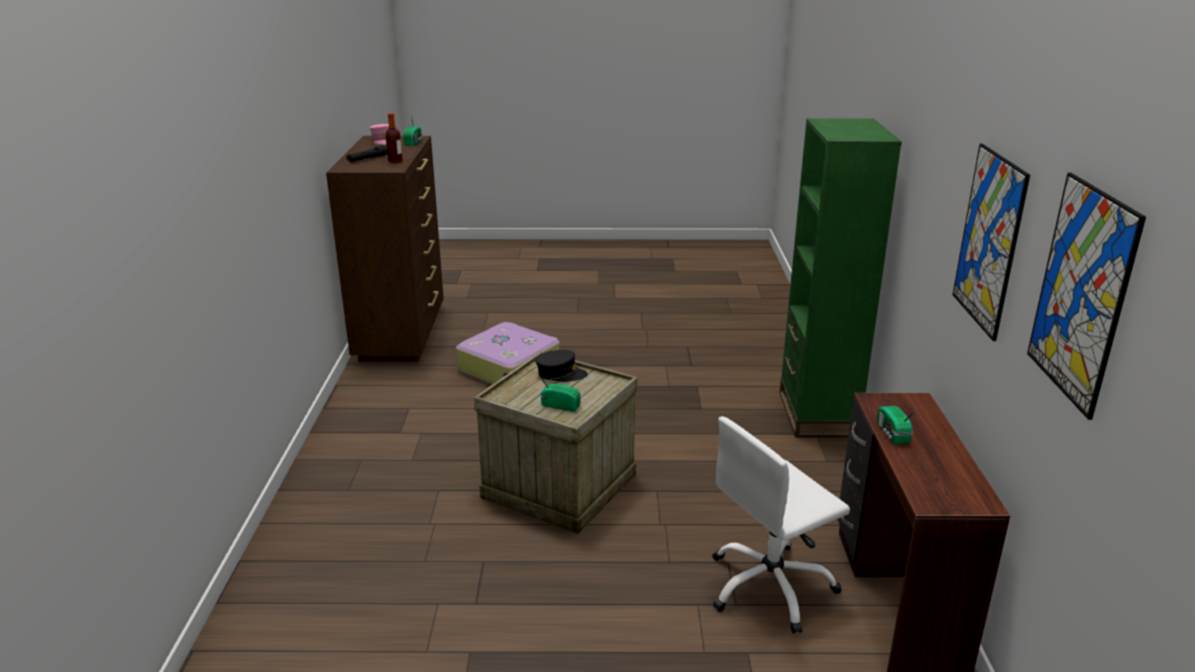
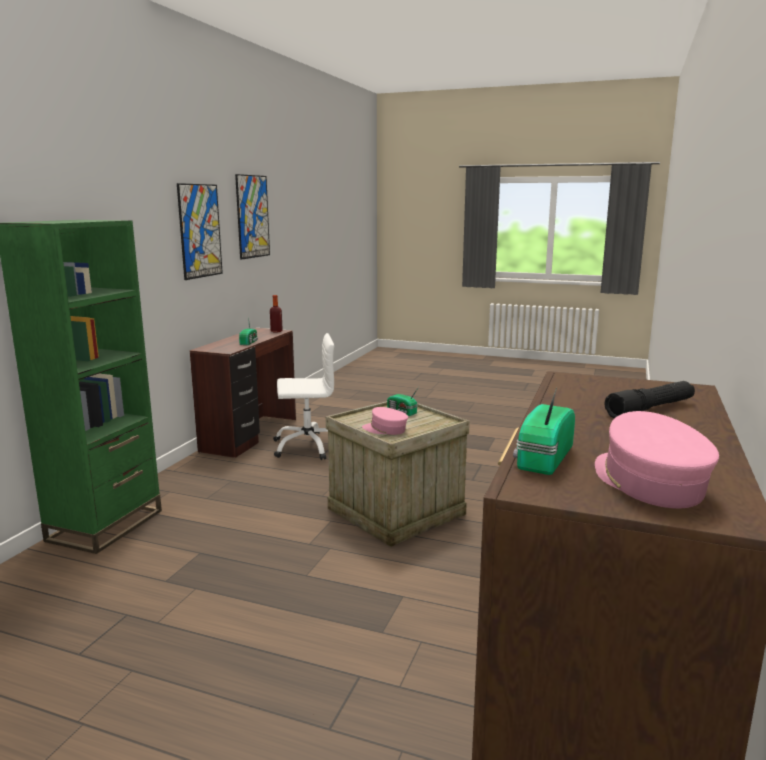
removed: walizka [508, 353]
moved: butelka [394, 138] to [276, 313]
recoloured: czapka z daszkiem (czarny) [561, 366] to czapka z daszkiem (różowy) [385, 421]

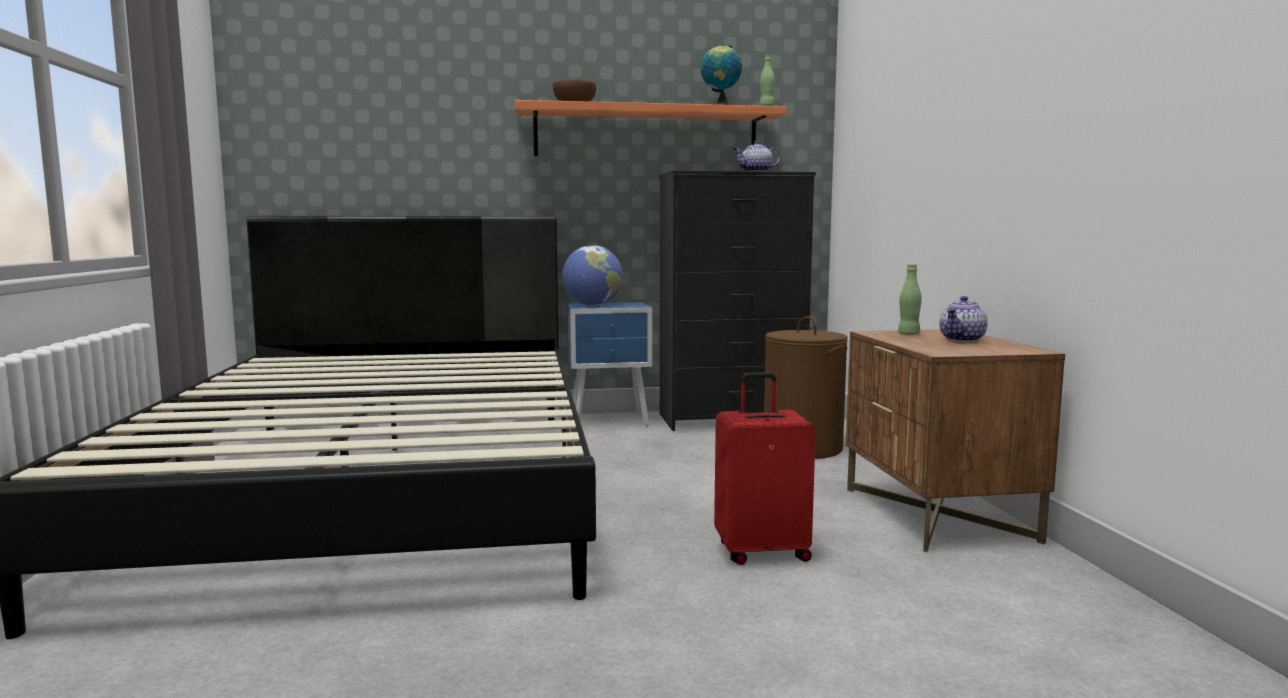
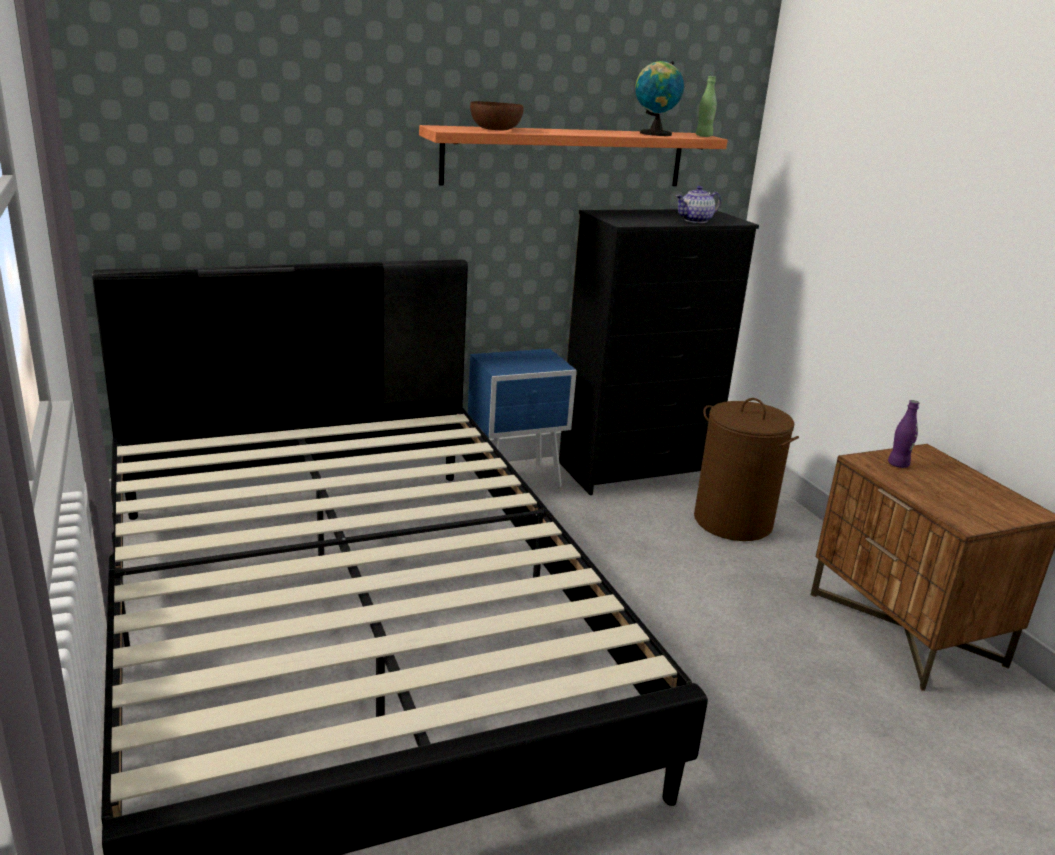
removed: globus [592, 275]; imbryk [963, 319]; walizka (czerwony) [765, 468]
recoloured: butelka (zielony) [910, 299] to butelka (fioletowy) [903, 434]

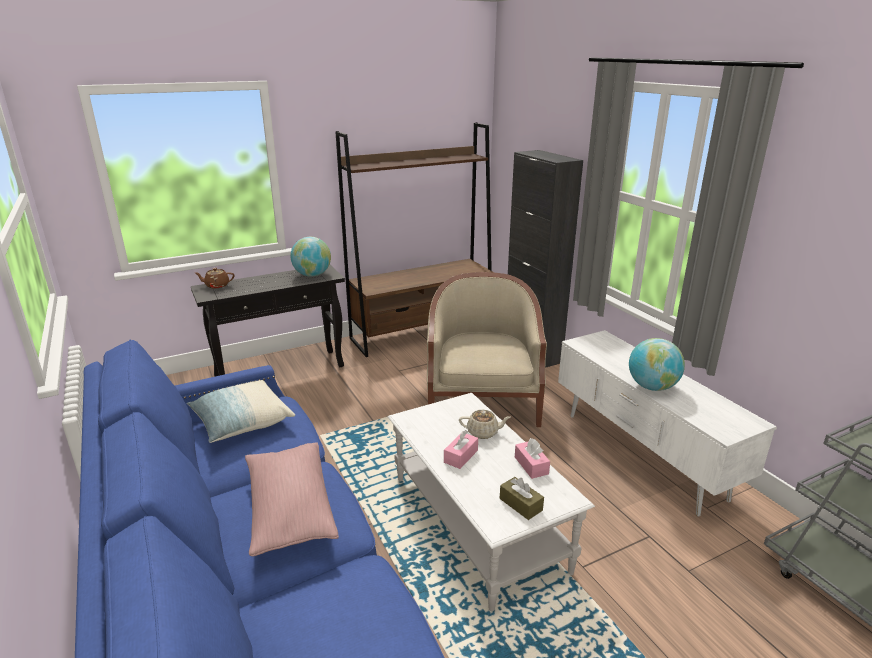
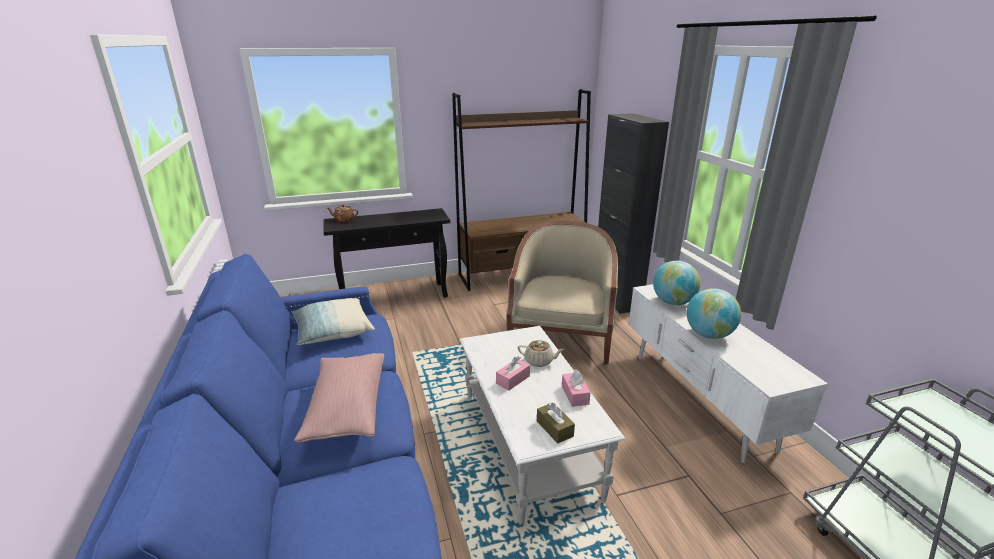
moved: globus [311, 257] to [676, 283]

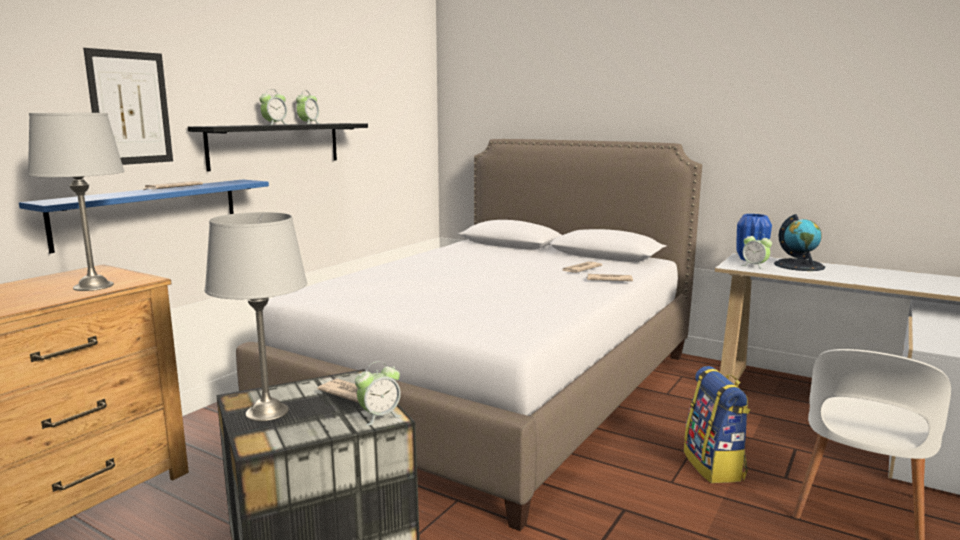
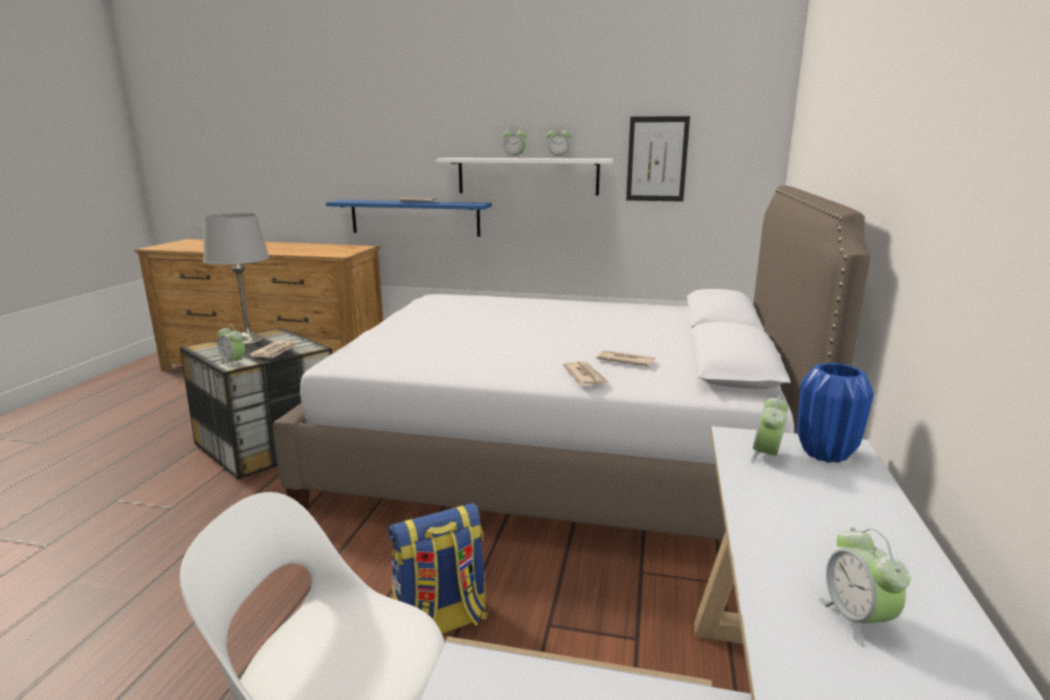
removed: lampa stołowa (szary) [76, 202]; globus [799, 242]
added: budzik [864, 587]
moved: obraz [128, 106] to [658, 159]
recoloured: półka (czarny) [278, 147] to półka (biały) [525, 177]

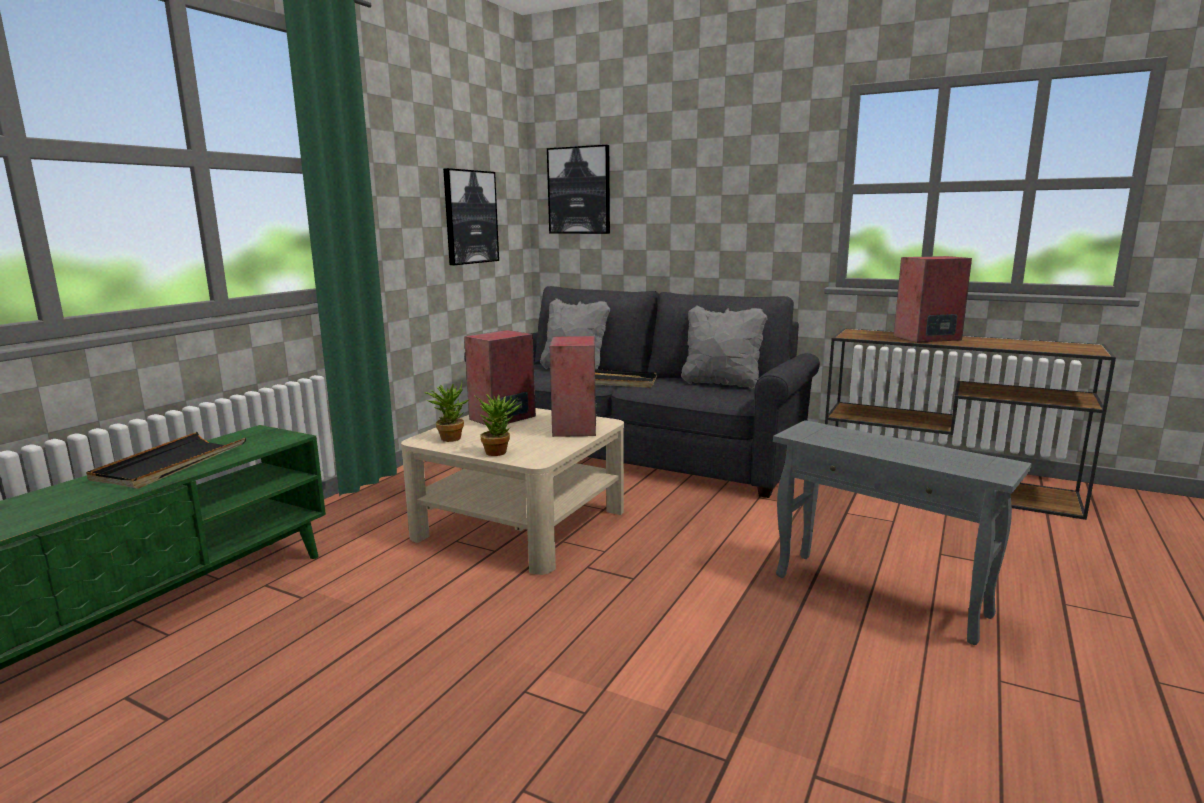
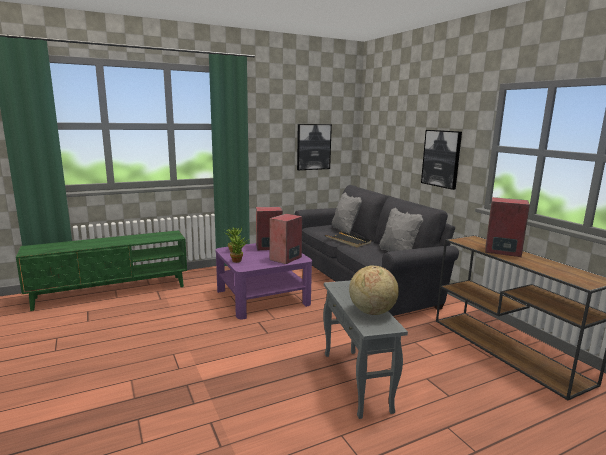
removed: taca (czarny) [166, 460]
added: globus [374, 290]
moved: obraz [578, 189] to [441, 160]
recoloured: ława (beżowy) [512, 491] to ława (fioletowy) [264, 281]

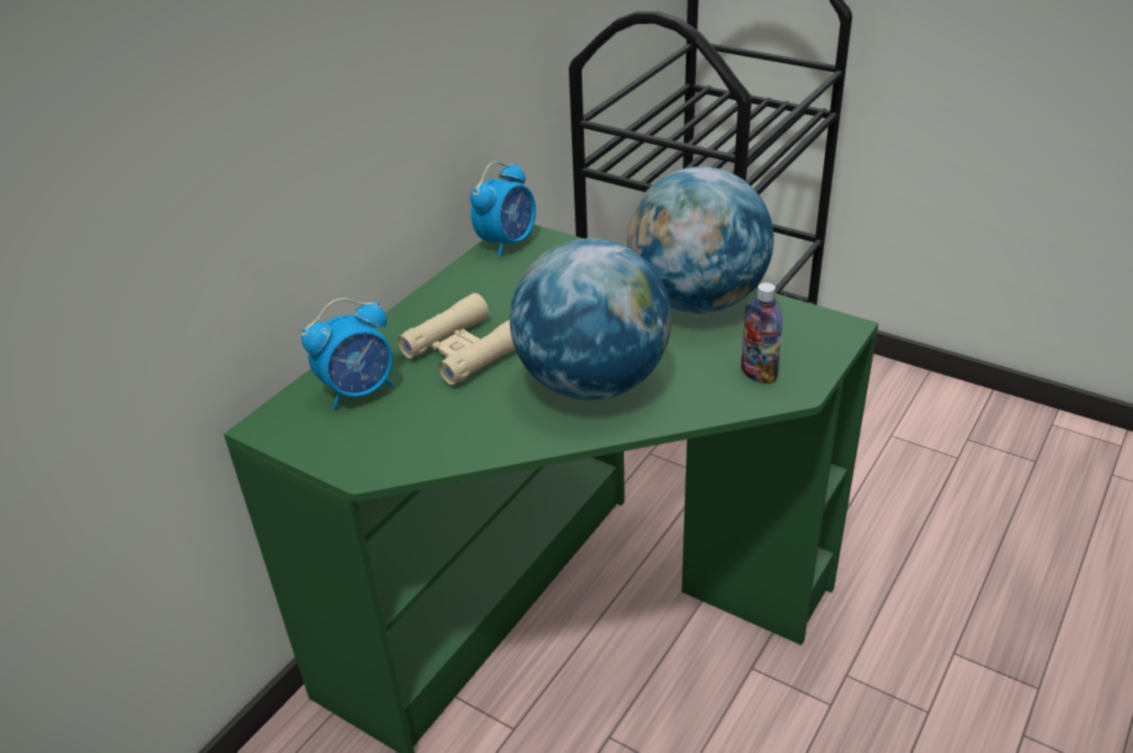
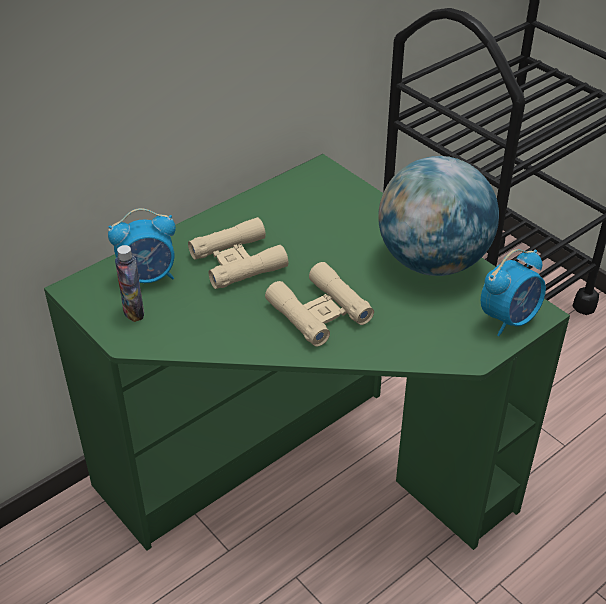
moved: budzik [503, 209] to [513, 292]; butelka [762, 333] to [129, 283]
replaced: globus [591, 319] to lornetka (beżowy) [319, 304]

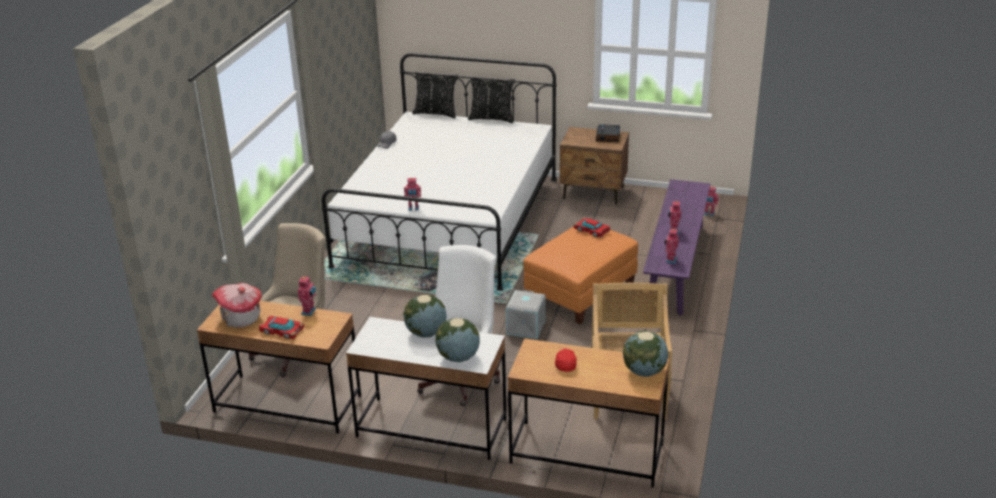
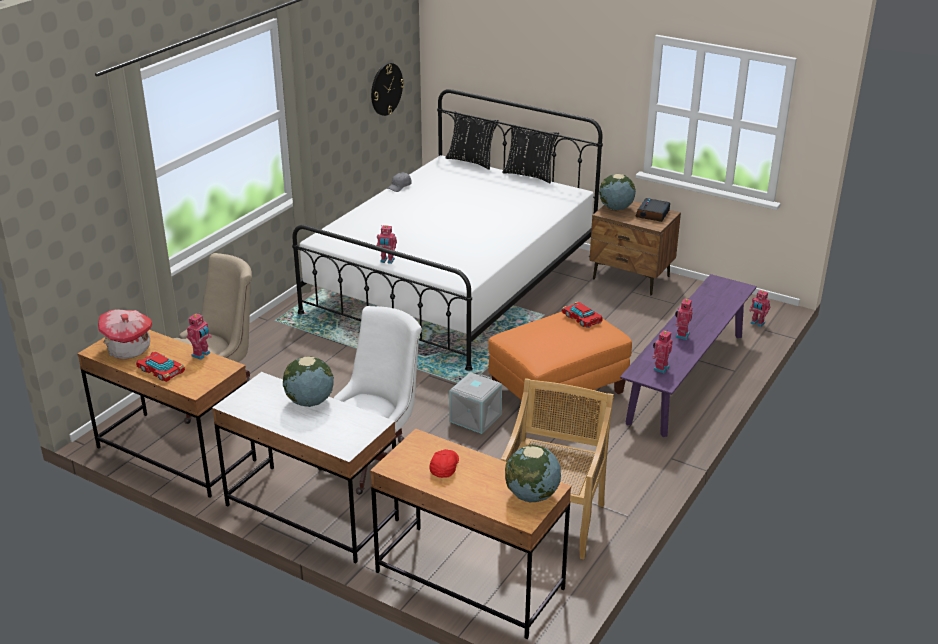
added: zegar ścienny [387, 89]
moved: globus [458, 340] to [617, 192]

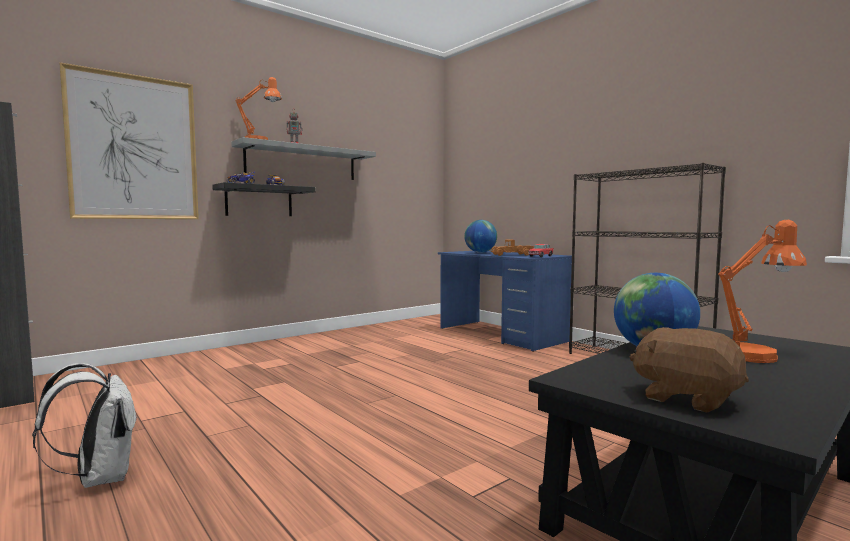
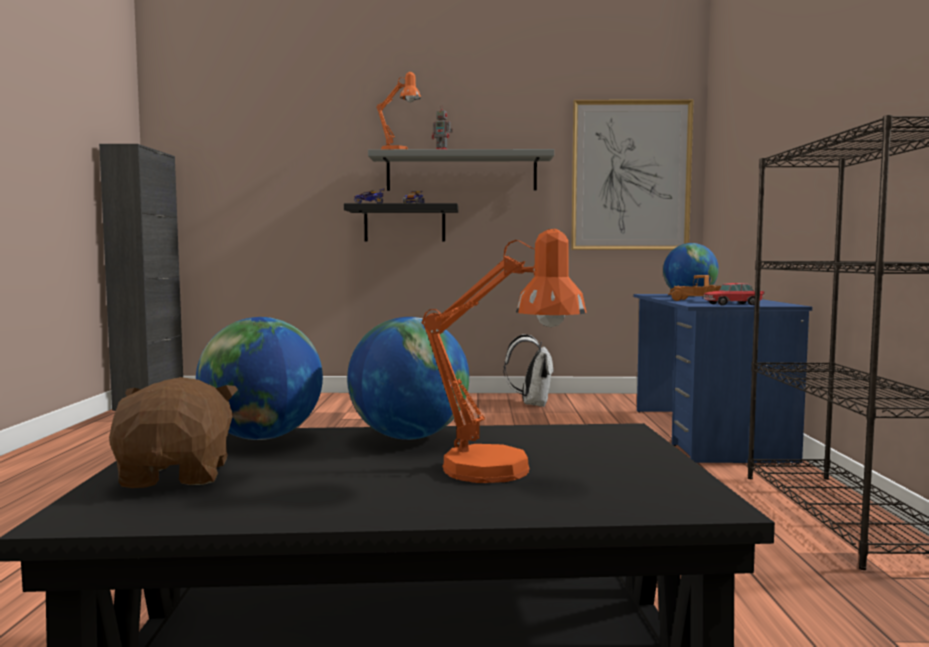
added: globus [259, 378]
moved: obraz [129, 140] to [632, 174]; plecak (biały) [85, 426] to [529, 370]

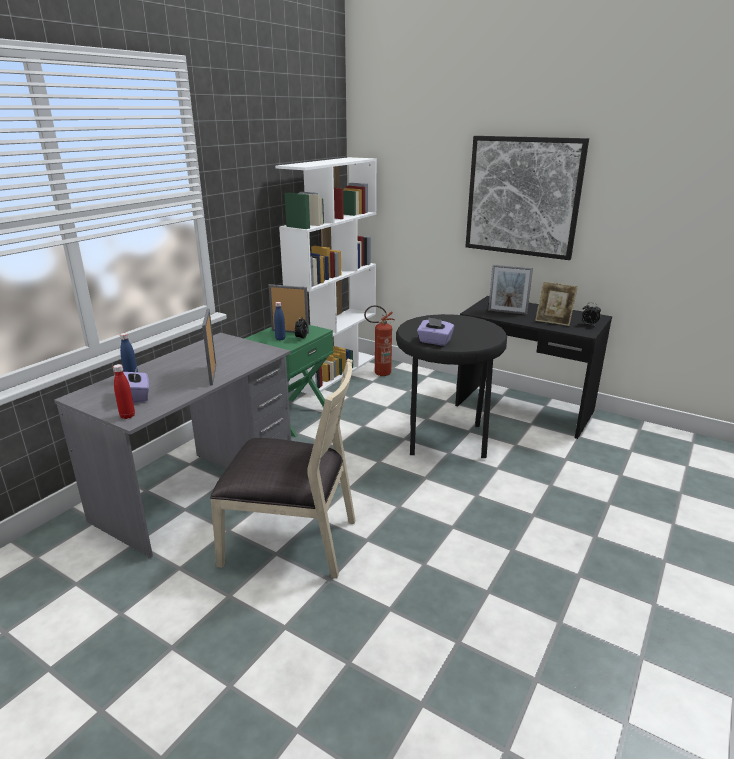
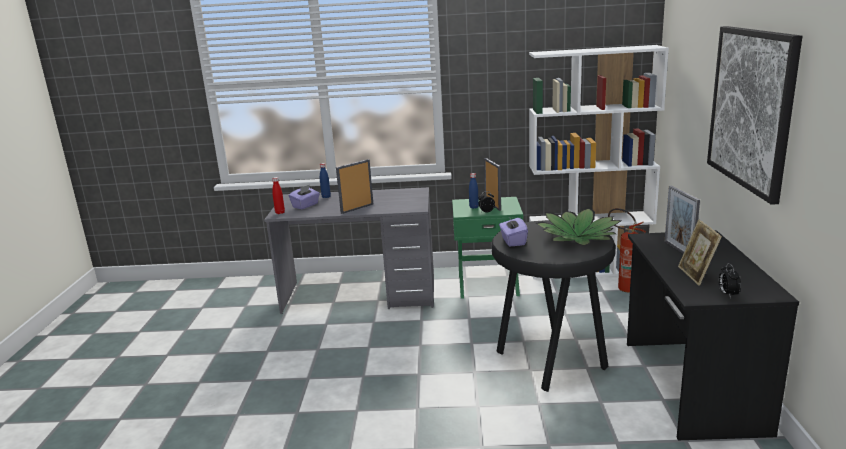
removed: krzesło (beżowy) [282, 468]
added: roślina doniczkowa [579, 227]

